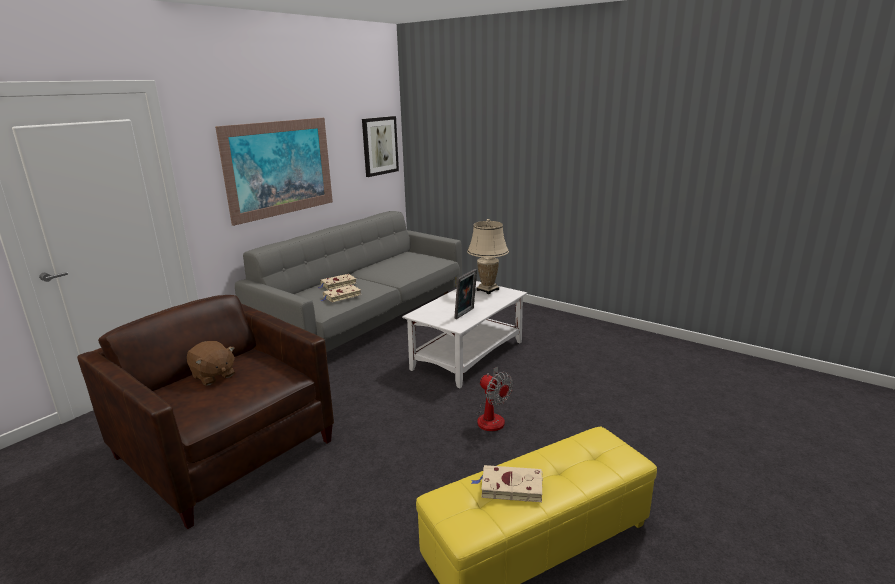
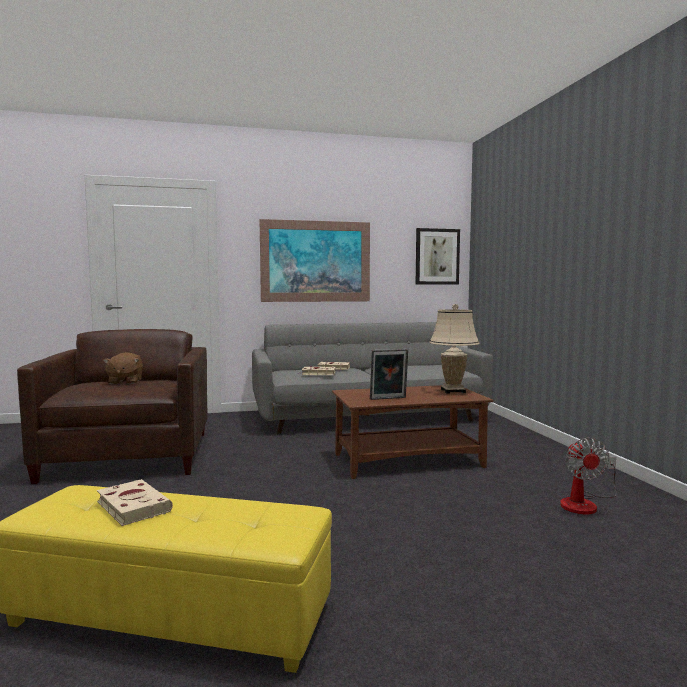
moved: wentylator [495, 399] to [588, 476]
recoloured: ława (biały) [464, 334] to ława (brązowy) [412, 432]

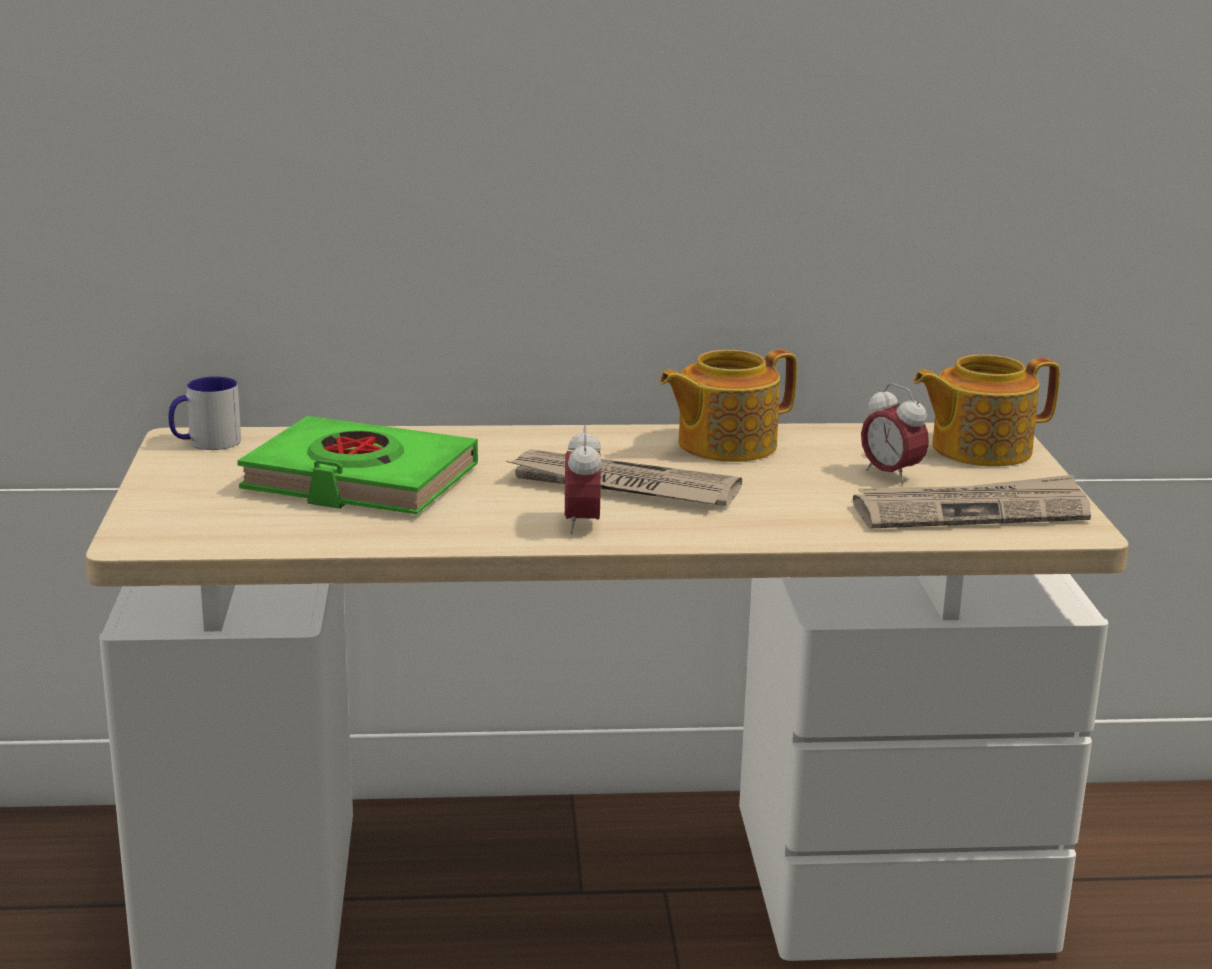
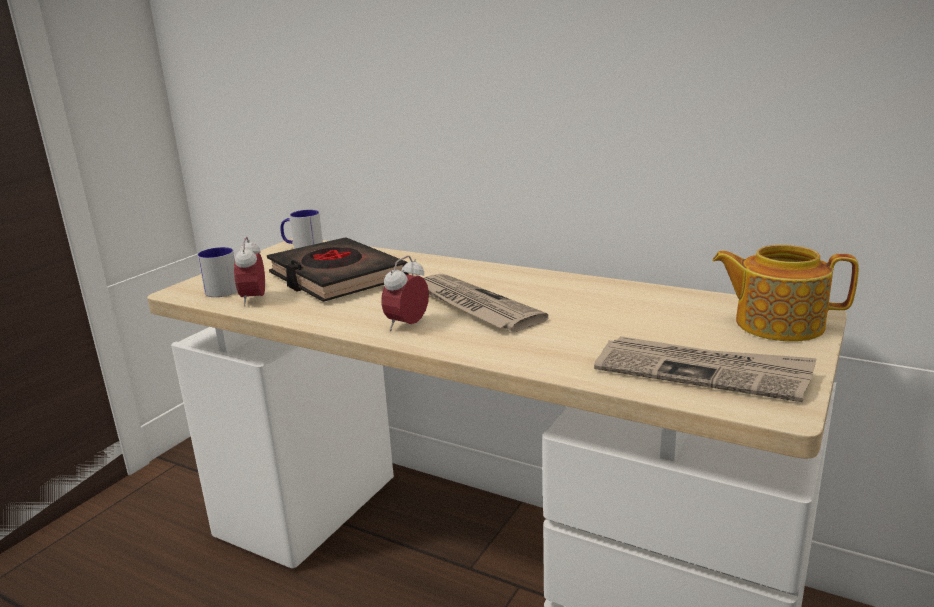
removed: imbryk [728, 405]
added: kubek [218, 272]
moved: budzik [895, 433] to [249, 272]
recoloured: książka (zielony) [357, 465] to książka (czarny) [338, 269]

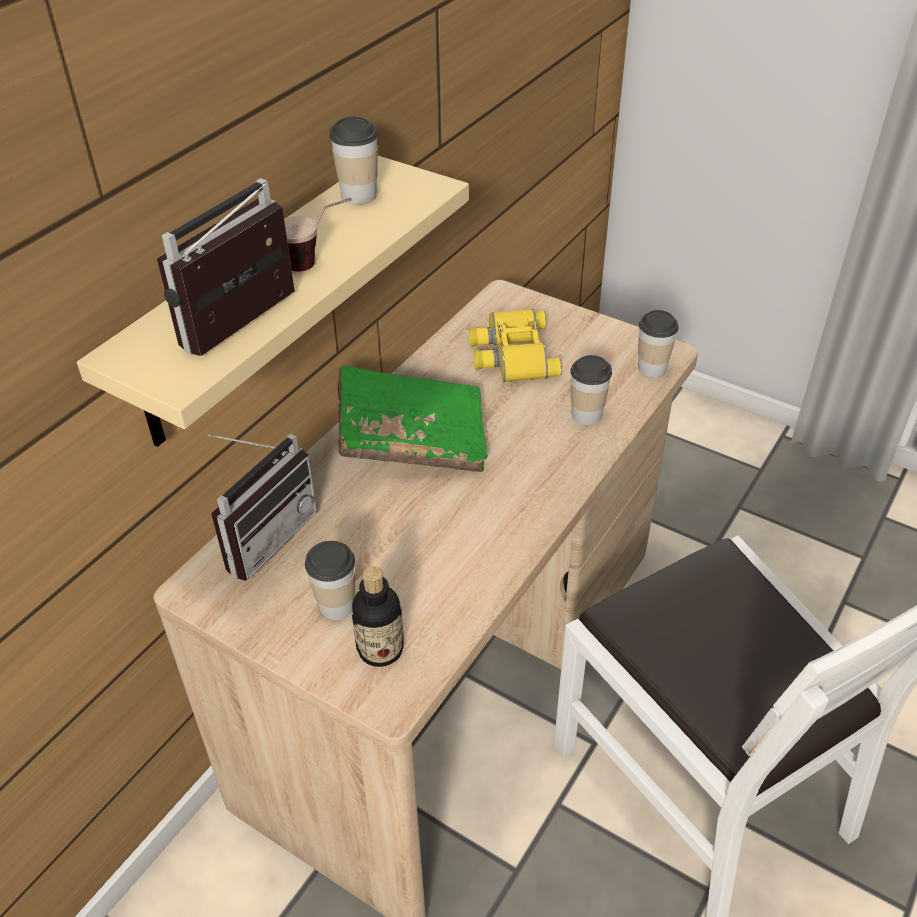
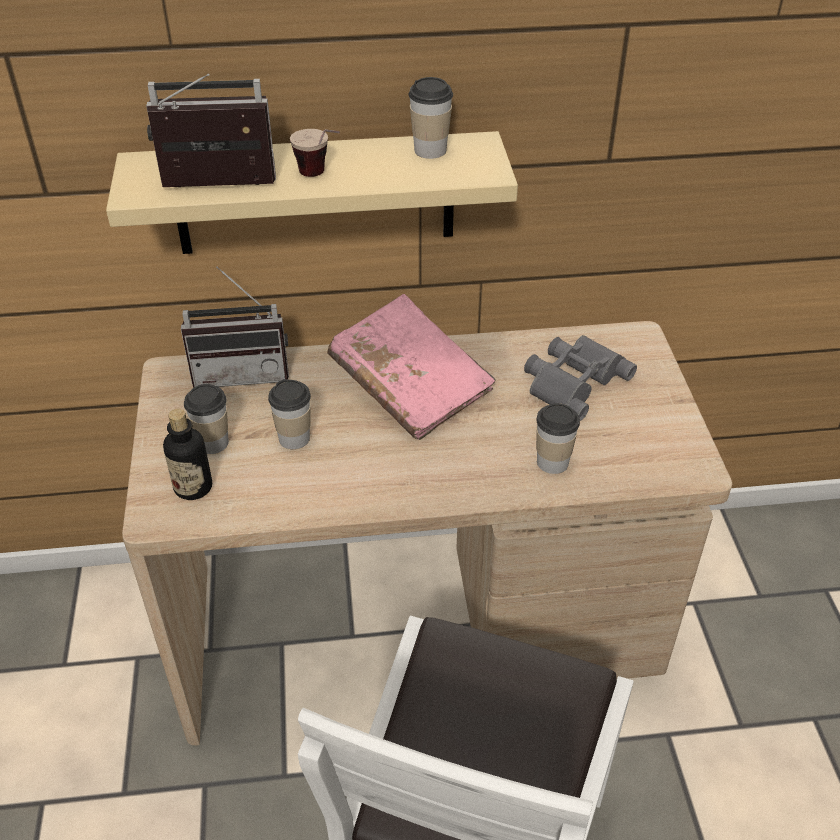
moved: filiżanka [658, 344] to [289, 414]
recoloured: lornetka (żółty) [515, 345] to lornetka (szary) [580, 378]; książka (zielony) [413, 418] to książka (różowy) [411, 367]

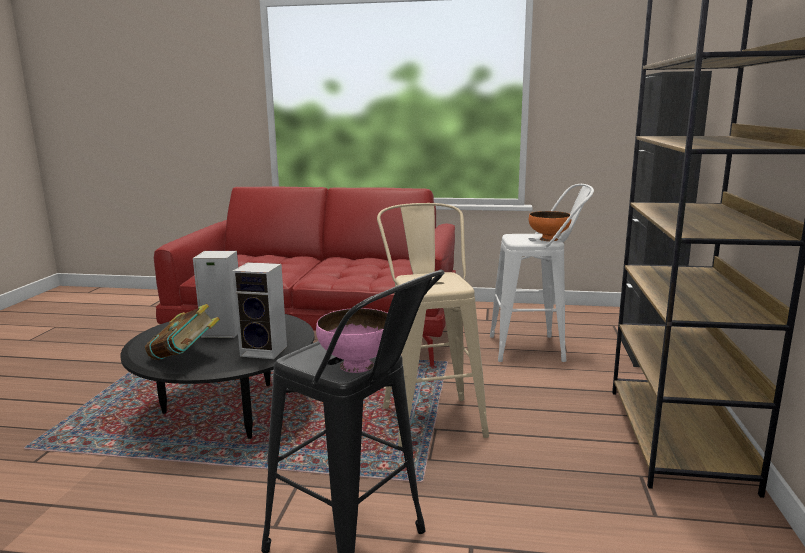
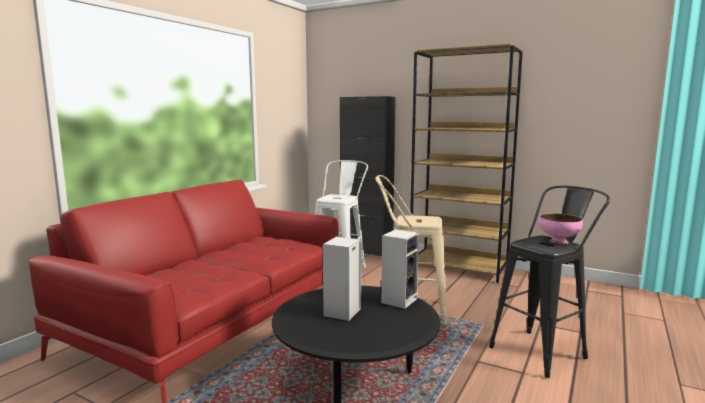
removed: miska (pomarańczowy) [550, 226]; książka [182, 332]

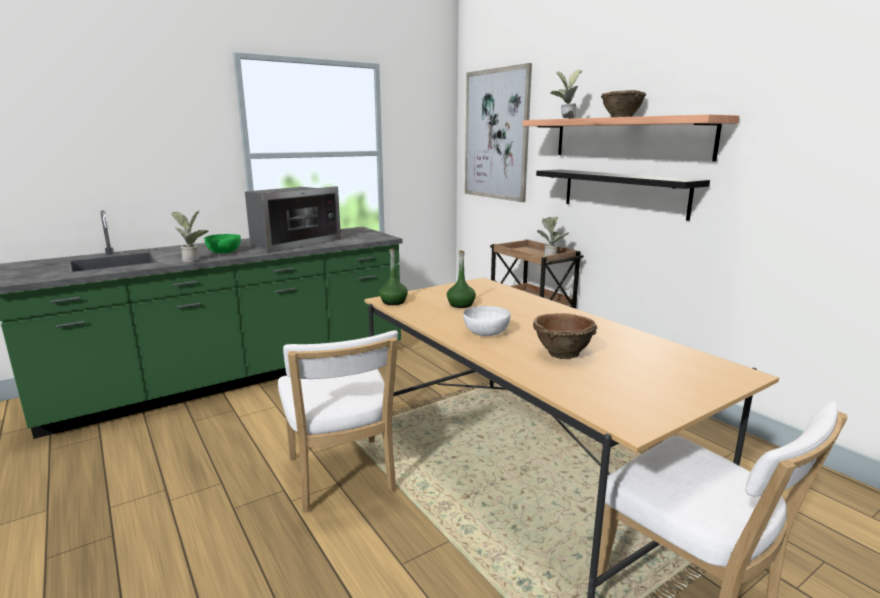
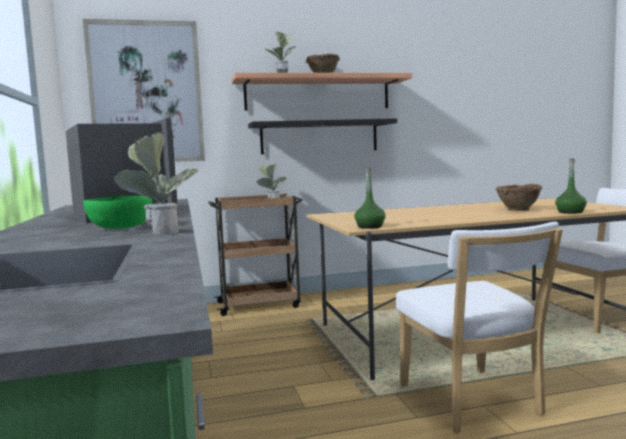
removed: miska (biały) [486, 321]
moved: butelka (zielony) [461, 279] to [571, 186]
turned: krzesło (biały) [338, 421] = [479, 327] 75 degrees clockwise

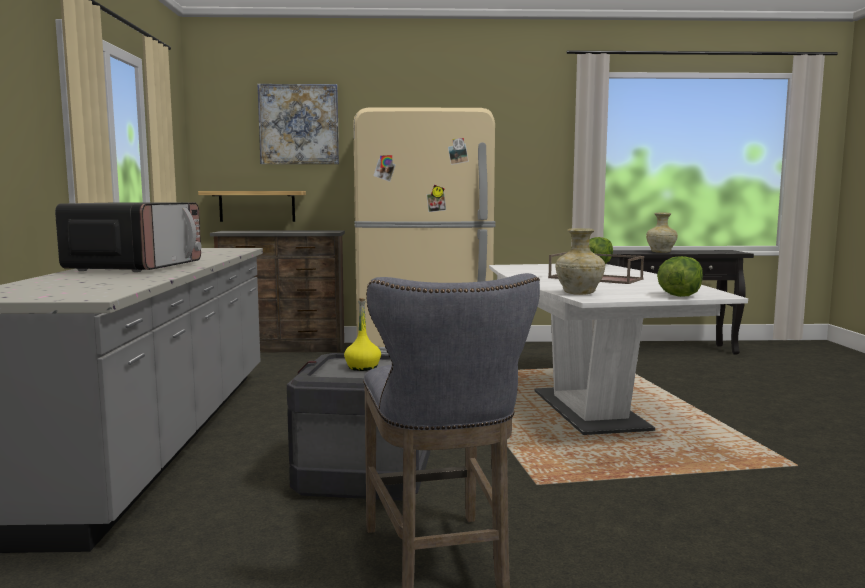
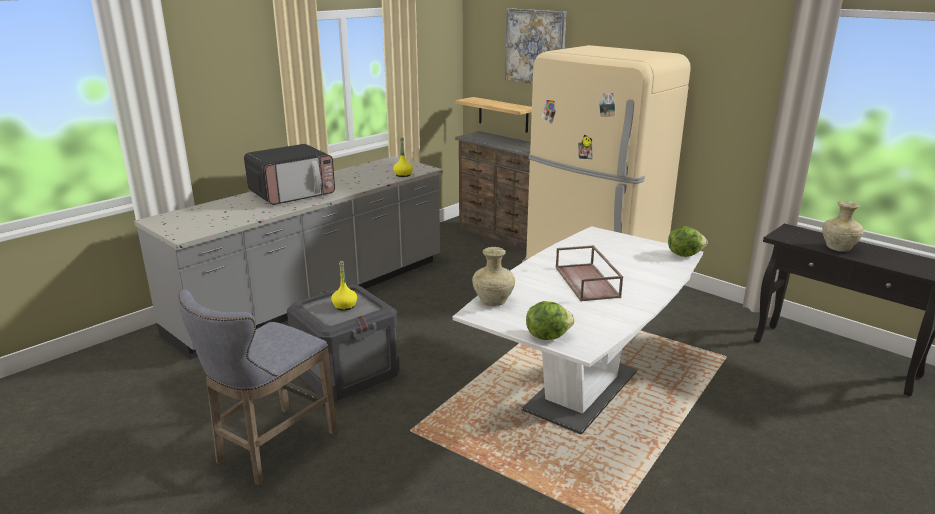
added: butelka (żółty) [403, 157]

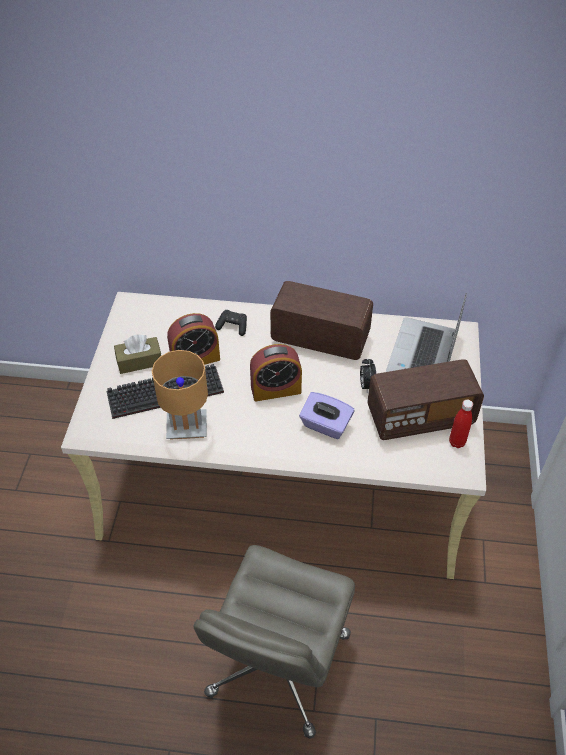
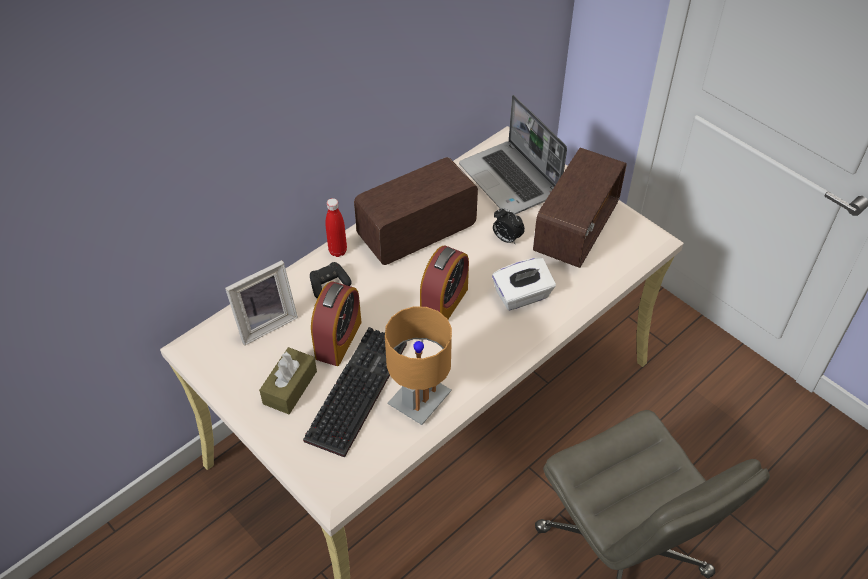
added: ramka na zdjęcie [261, 302]
moved: butelka (czerwony) [461, 424] to [336, 227]
recoloured: pudełko chusteczek (fioletowy) [326, 415] to pudełko chusteczek (biały) [524, 284]

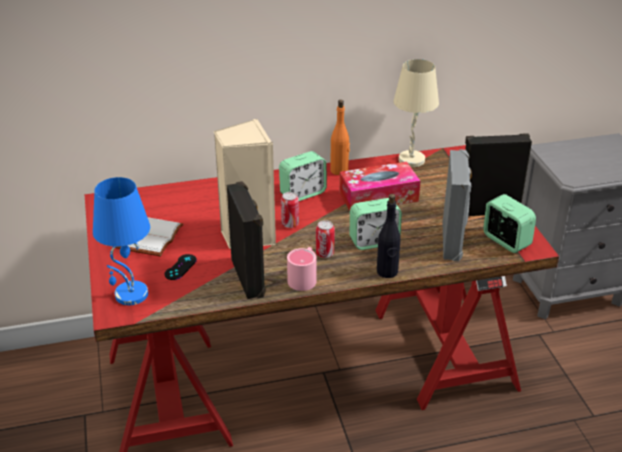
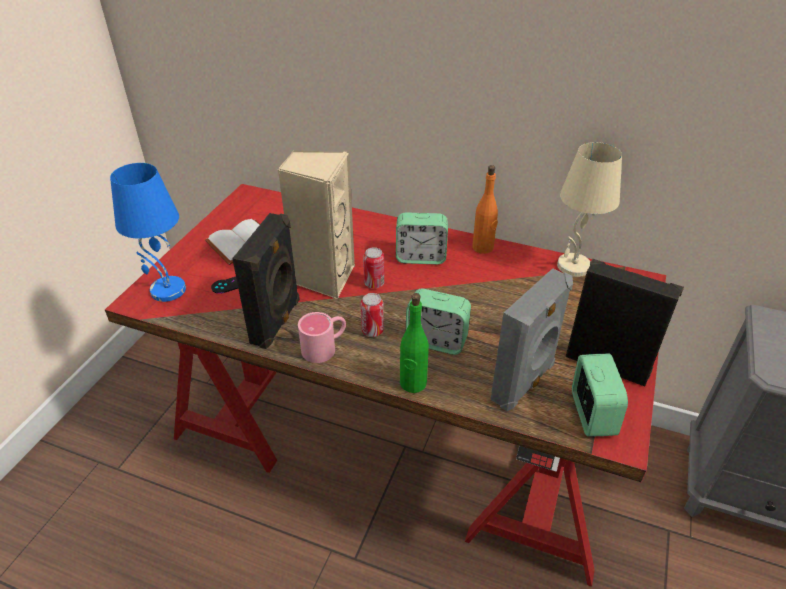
removed: pudełko chusteczek [379, 186]
recoloured: butelka (czarny) [389, 236] to butelka (zielony) [414, 343]

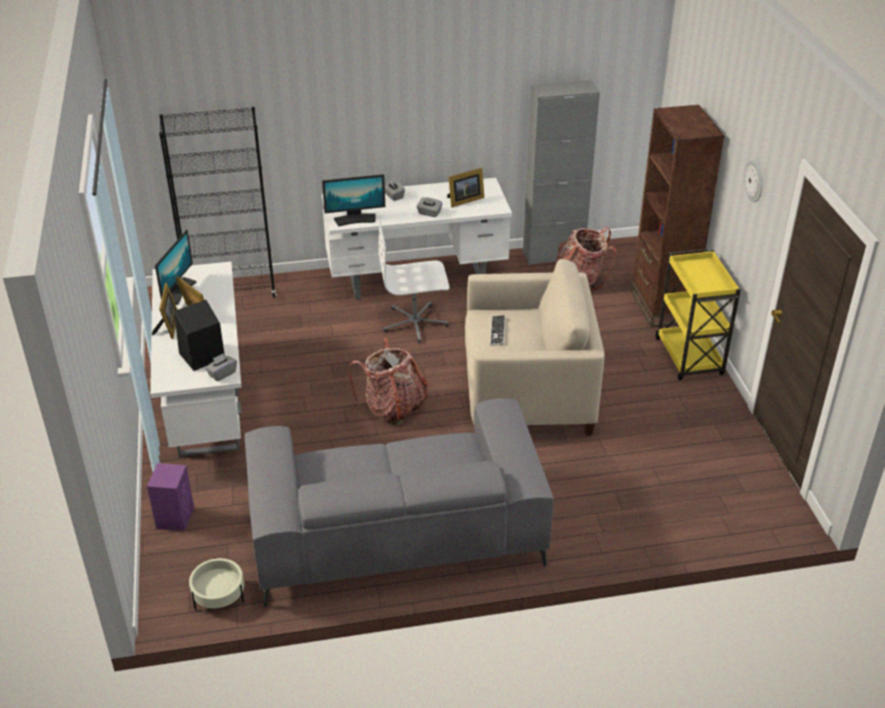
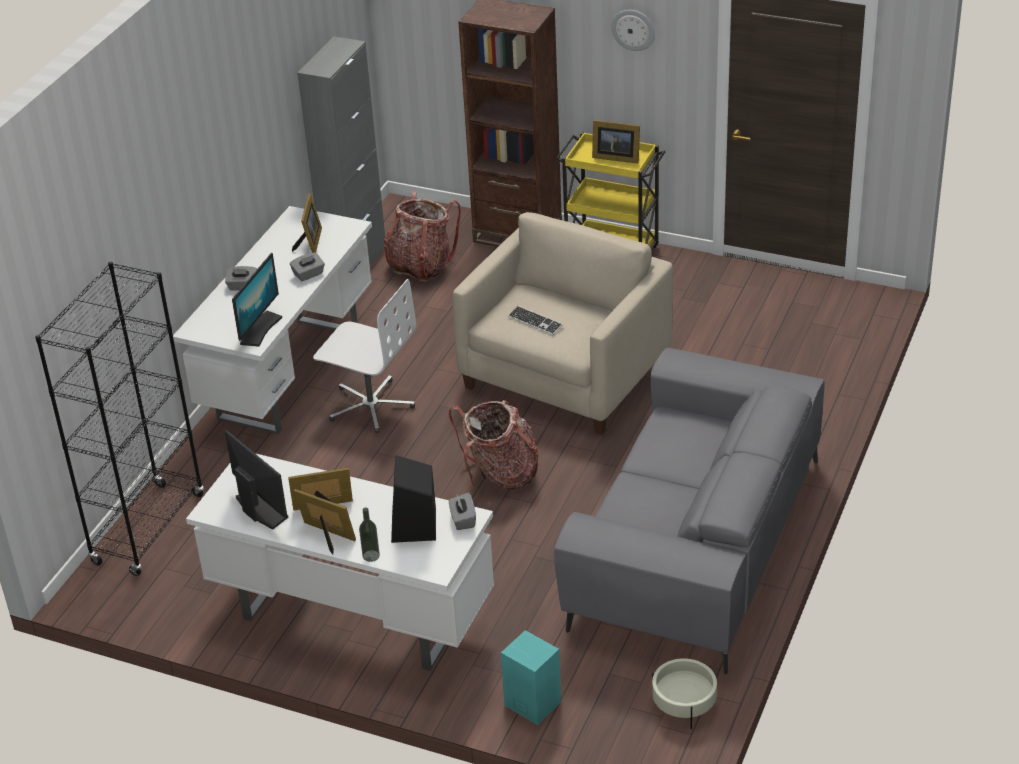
added: ramka na zdjęcie [616, 142]; butelka [369, 535]
recoloured: głośnik (fioletowy) [170, 497] to głośnik (turkusowy) [531, 677]
turned: krzesło biurowe (biały) [414, 281] = [364, 356] 90 degrees counterclockwise

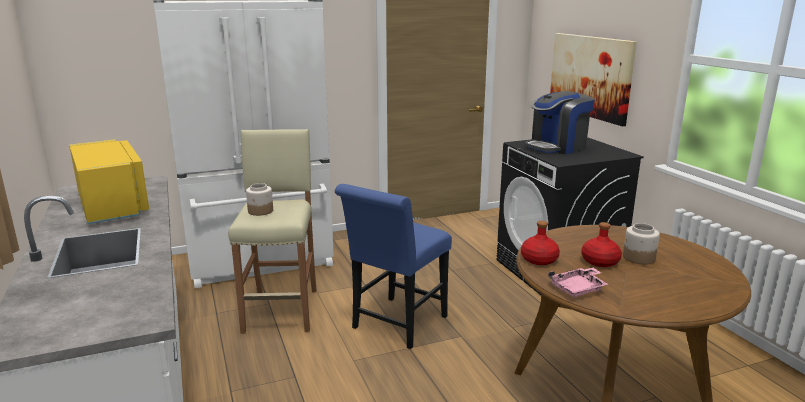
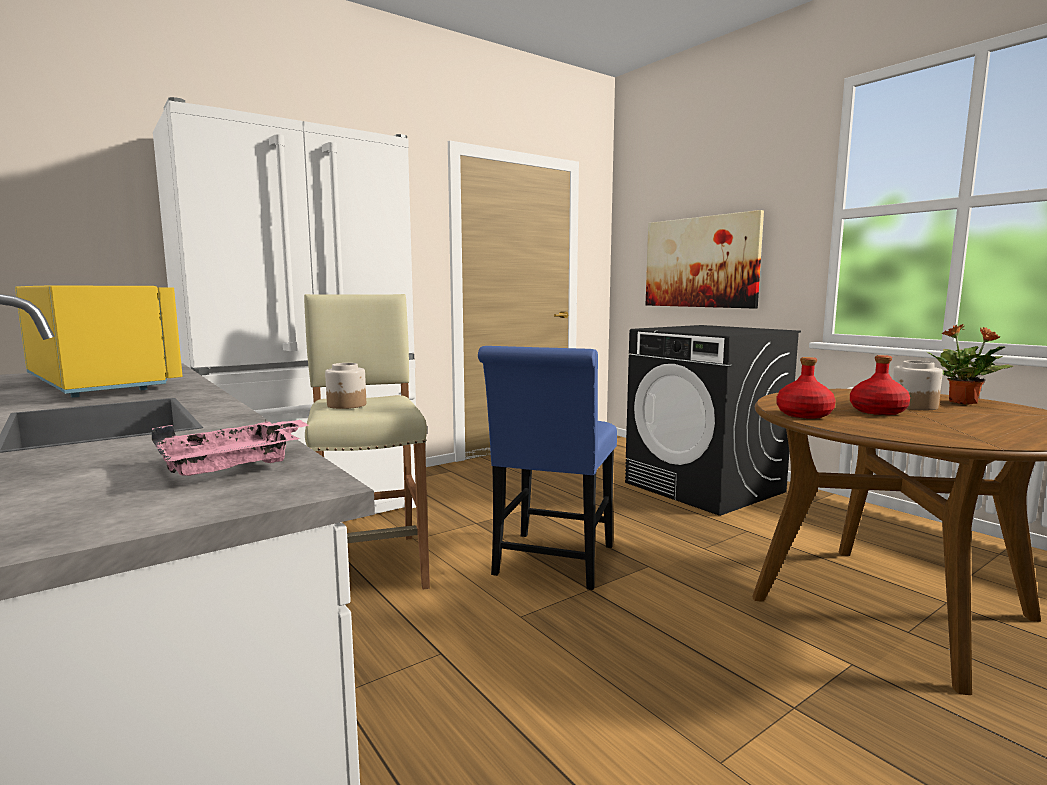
removed: ekspres do kawy [560, 122]
added: roślina doniczkowa [970, 364]
moved: taca (różowy) [578, 282] to [230, 448]

